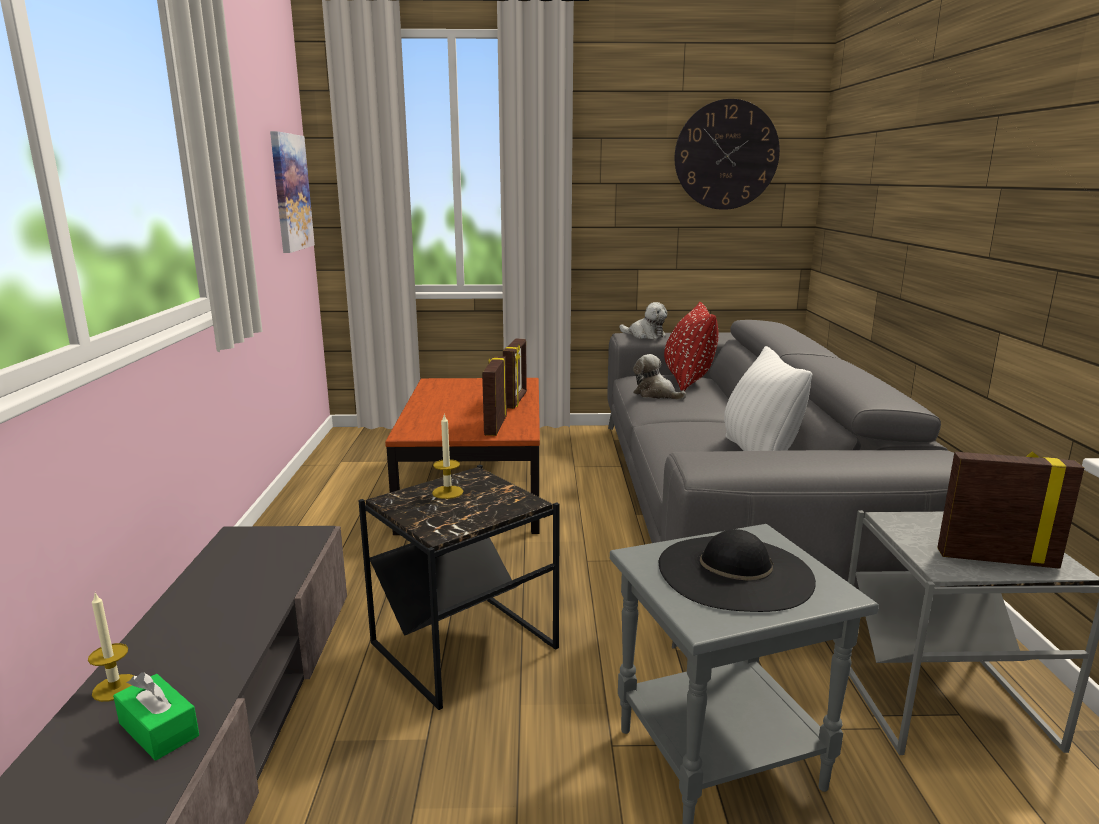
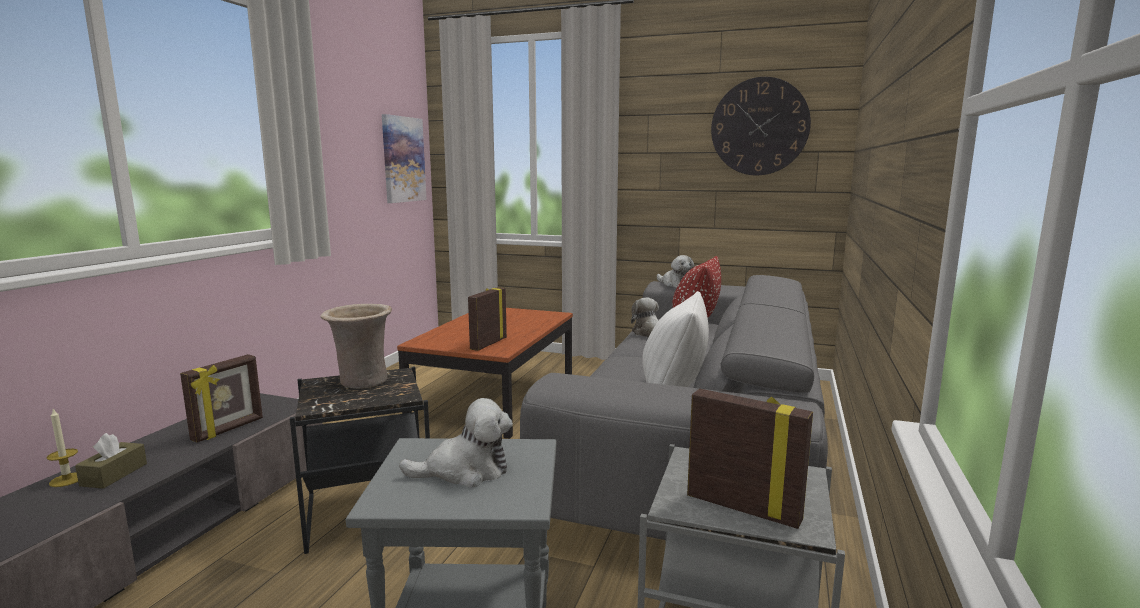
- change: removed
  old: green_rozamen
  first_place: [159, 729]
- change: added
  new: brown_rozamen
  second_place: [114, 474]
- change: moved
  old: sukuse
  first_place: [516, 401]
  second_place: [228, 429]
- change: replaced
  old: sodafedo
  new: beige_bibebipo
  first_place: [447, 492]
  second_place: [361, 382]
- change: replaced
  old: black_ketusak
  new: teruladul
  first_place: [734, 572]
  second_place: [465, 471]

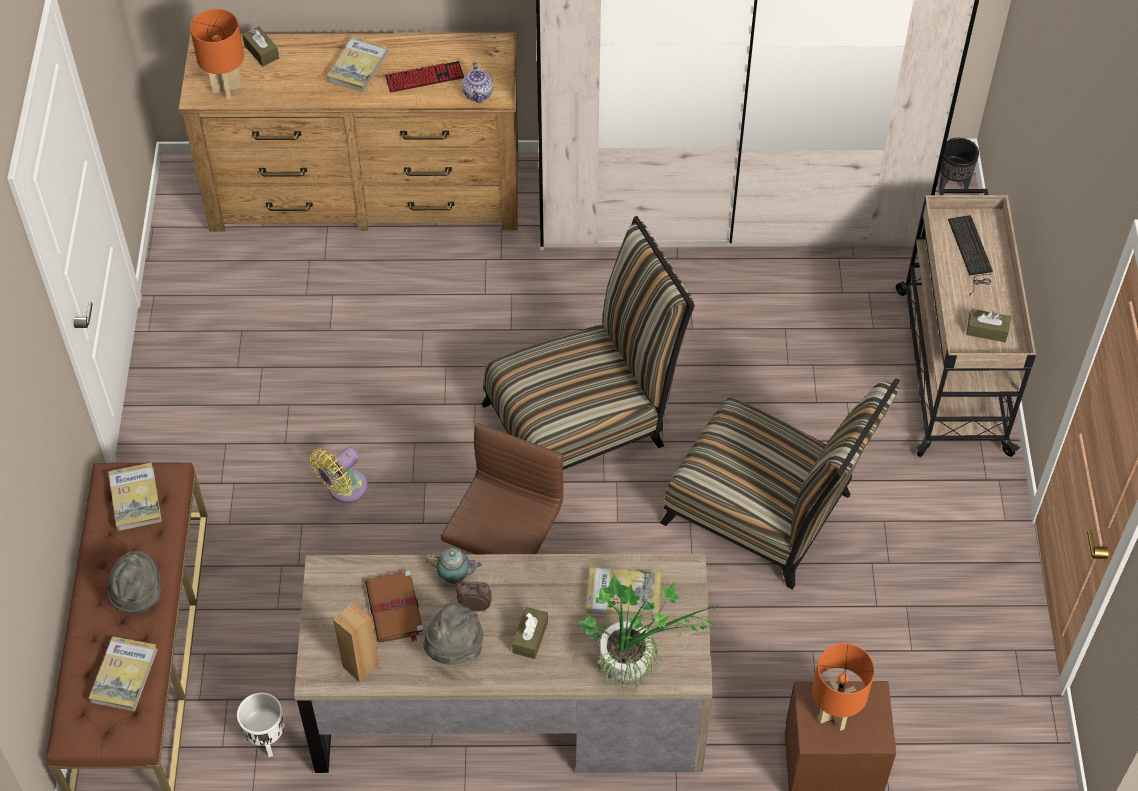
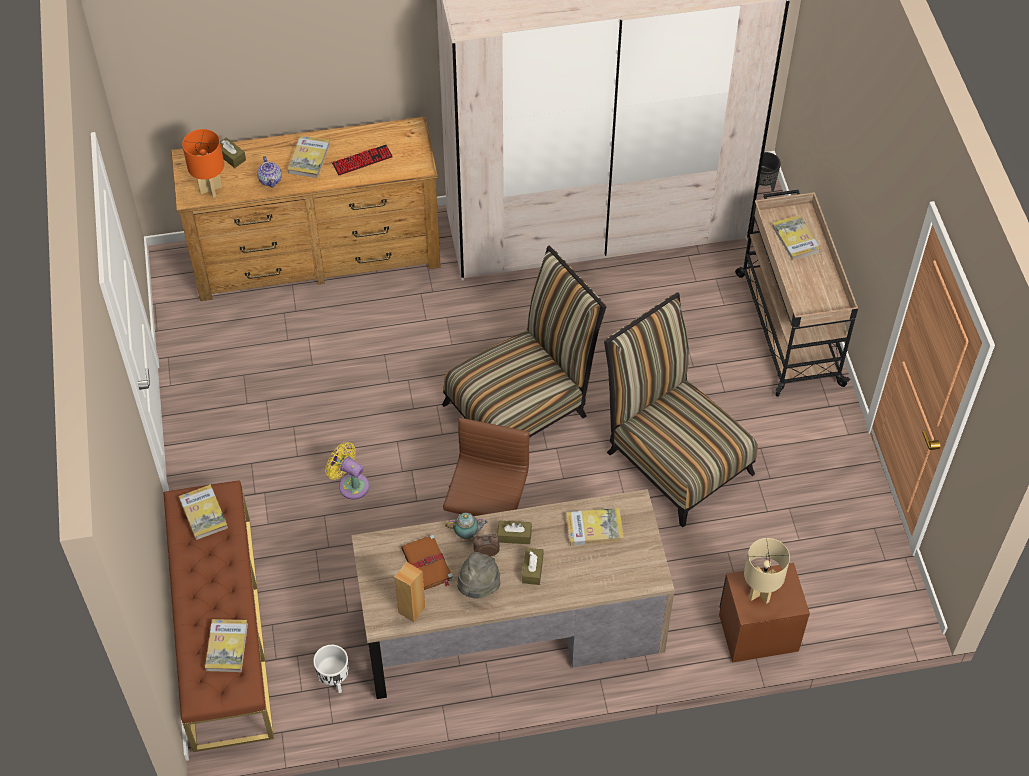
- change: removed
  old: grey_ketusak
  first_place: [138, 594]
- change: removed
  old: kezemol
  first_place: [635, 662]
- change: moved
  old: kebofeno
  first_place: [478, 93]
  second_place: [270, 180]
- change: moved
  old: brown_rozamen
  first_place: [987, 330]
  second_place: [514, 536]
- change: replaced
  old: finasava
  new: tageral
  first_place: [971, 253]
  second_place: [795, 239]
- change: recoloured
  old: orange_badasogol
  new: beige_badasogol
  first_place: [834, 716]
  second_place: [760, 593]
- change: turned
  old: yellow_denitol
  first_place: [344, 489]
  second_place: [351, 484]
  degrees: 90
- change: turned
  old: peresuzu
  first_place: [767, 514]
  second_place: [674, 456]
  degrees: -150

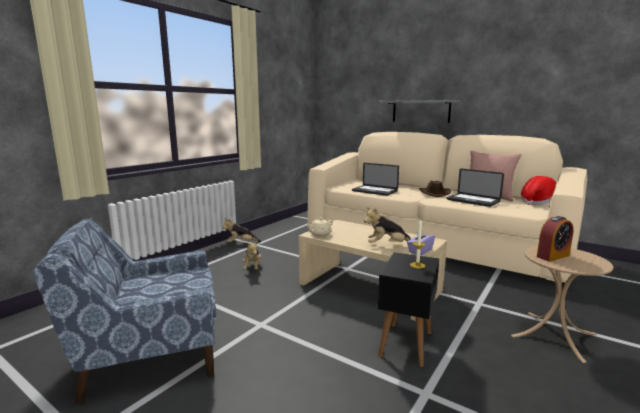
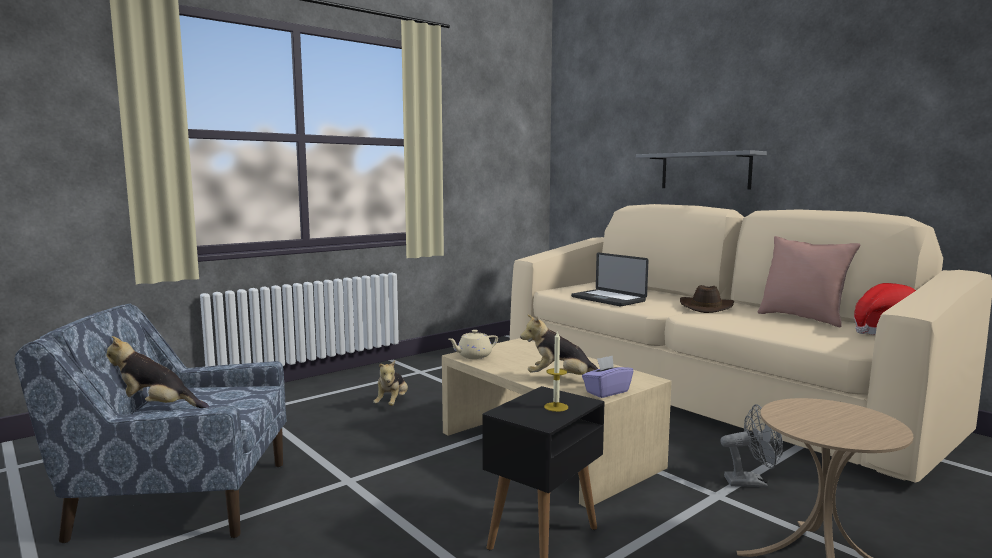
- change: removed
  old: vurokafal
  first_place: [473, 201]
- change: removed
  old: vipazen
  first_place: [553, 256]
- change: added
  new: grey_denitol
  second_place: [751, 482]
- change: moved
  old: teruladul
  first_place: [241, 243]
  second_place: [156, 408]

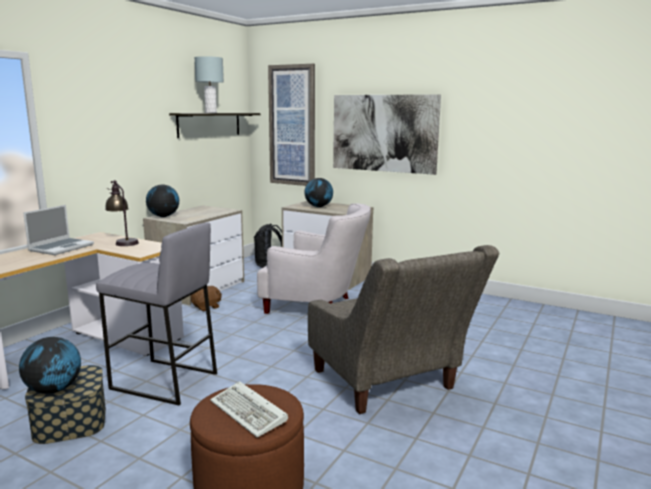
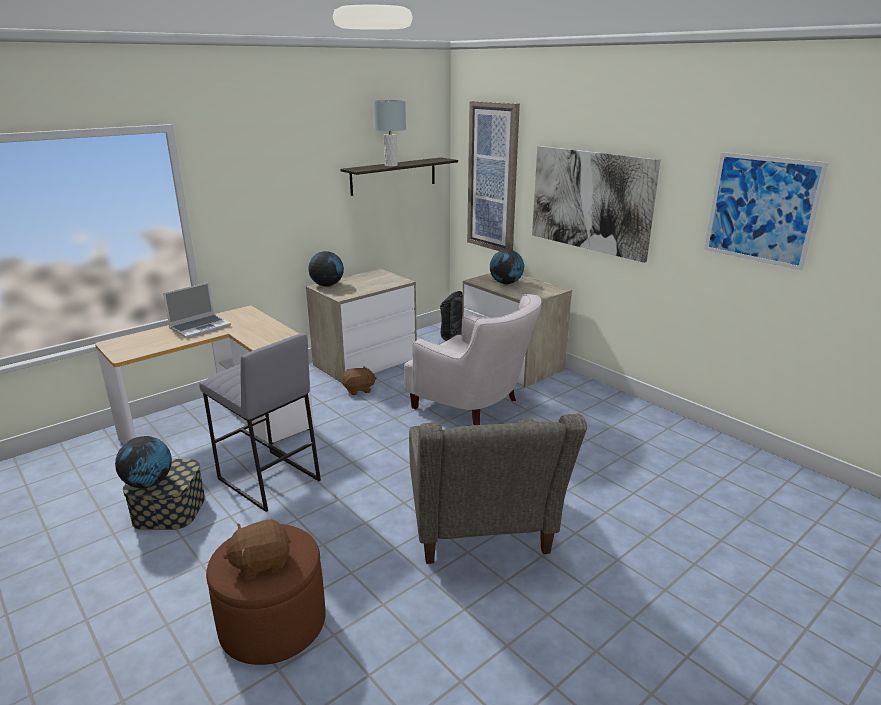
- change: removed
  old: badasogol
  first_place: [123, 242]
- change: added
  new: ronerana
  second_place: [761, 209]
- change: replaced
  old: finasava
  new: brown_teruladul
  first_place: [250, 412]
  second_place: [261, 562]

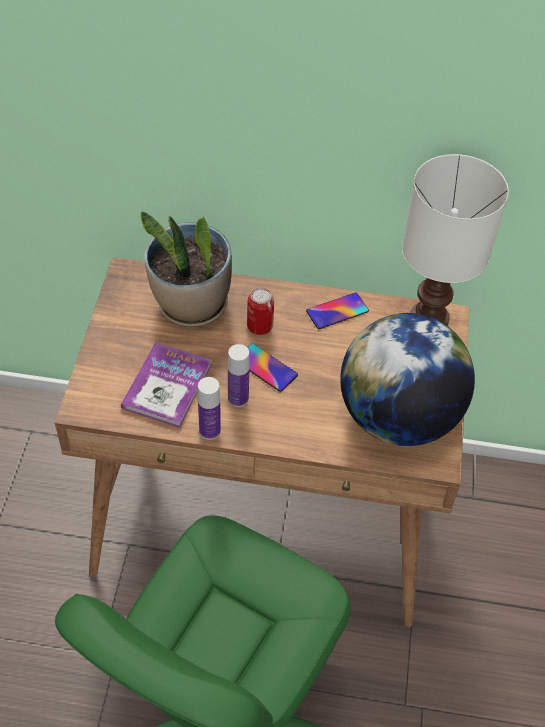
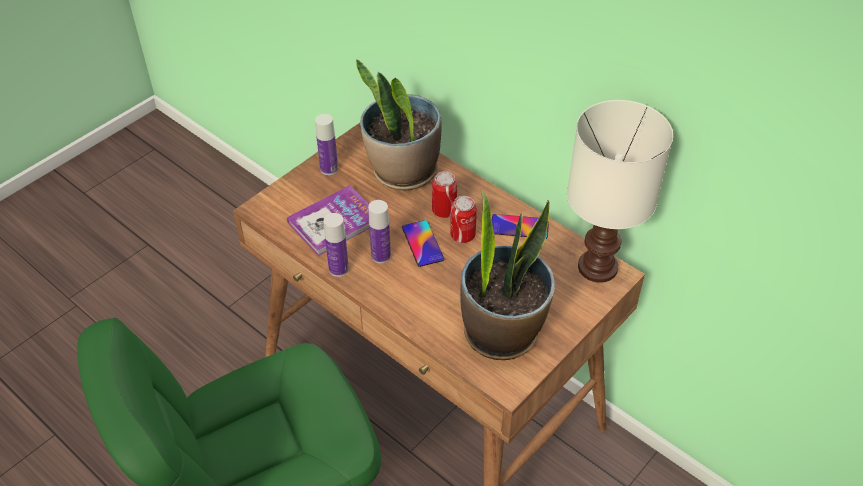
- change: added
  new: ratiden
  second_place: [329, 169]
- change: added
  new: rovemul
  second_place: [462, 235]
- change: replaced
  old: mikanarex
  new: kezemol
  first_place: [398, 417]
  second_place: [501, 332]

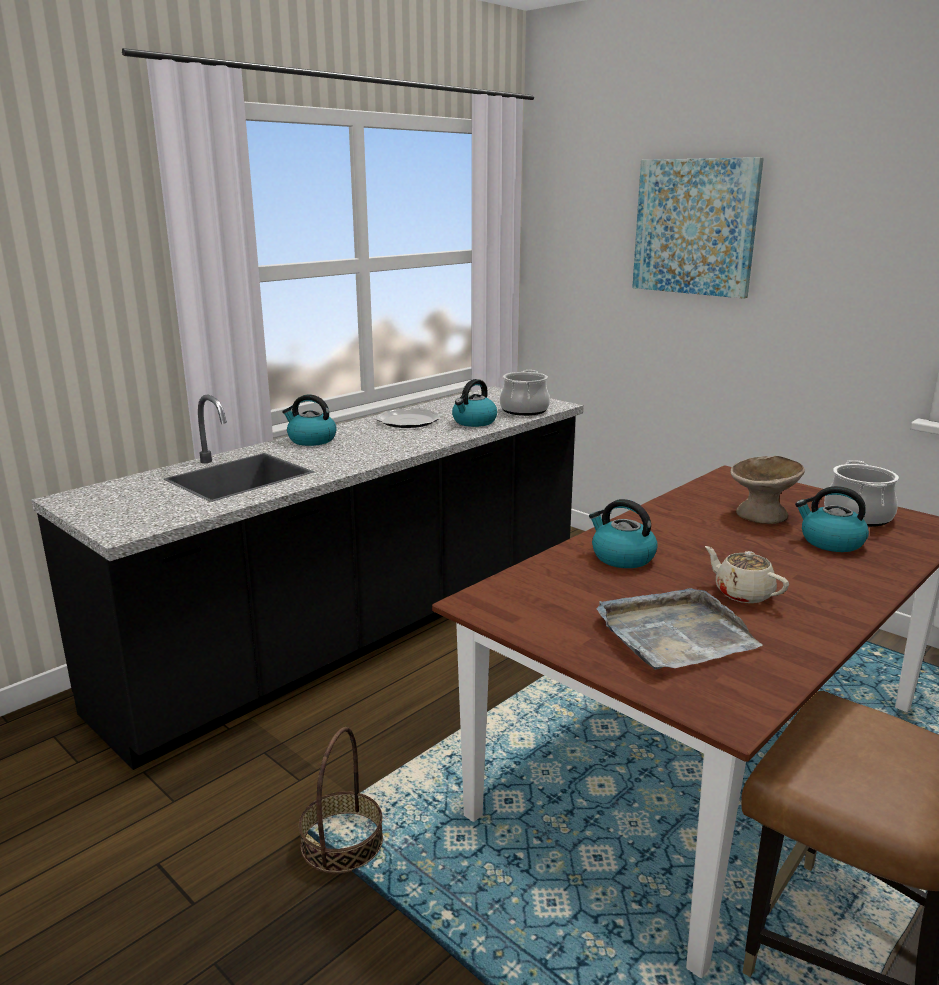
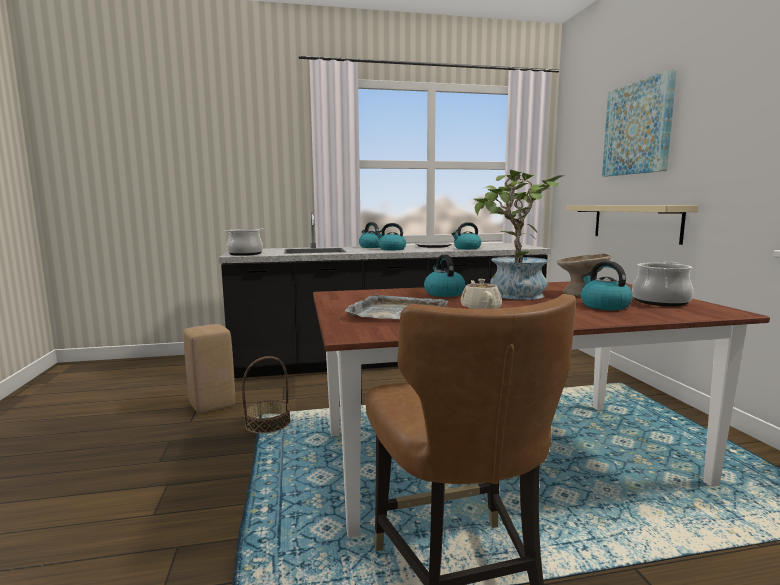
- change: added
  new: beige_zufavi
  second_place: [211, 405]
- change: added
  new: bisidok
  second_place: [391, 249]
- change: added
  new: kezemol
  second_place: [512, 295]
- change: added
  new: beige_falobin
  second_place: [635, 222]
- change: moved
  old: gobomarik
  first_place: [524, 410]
  second_place: [245, 254]

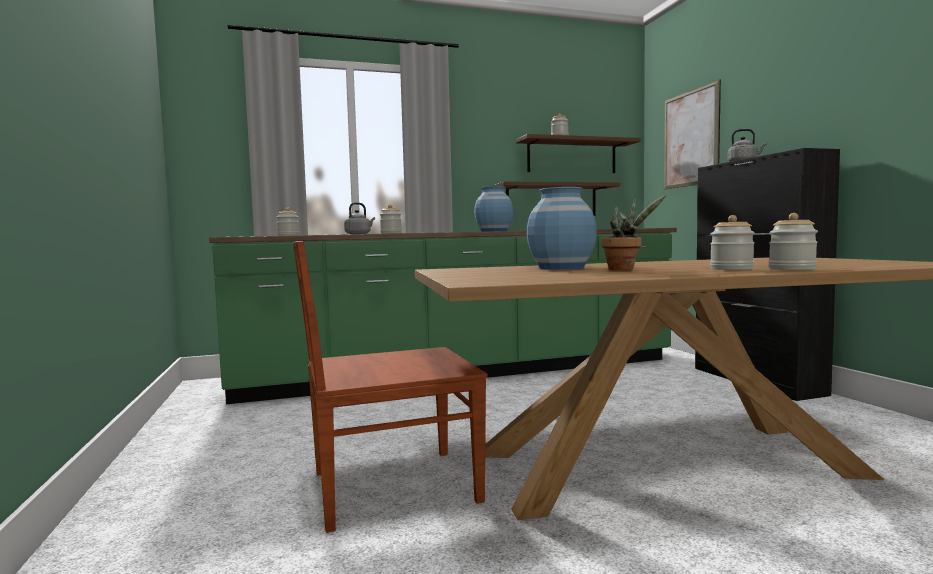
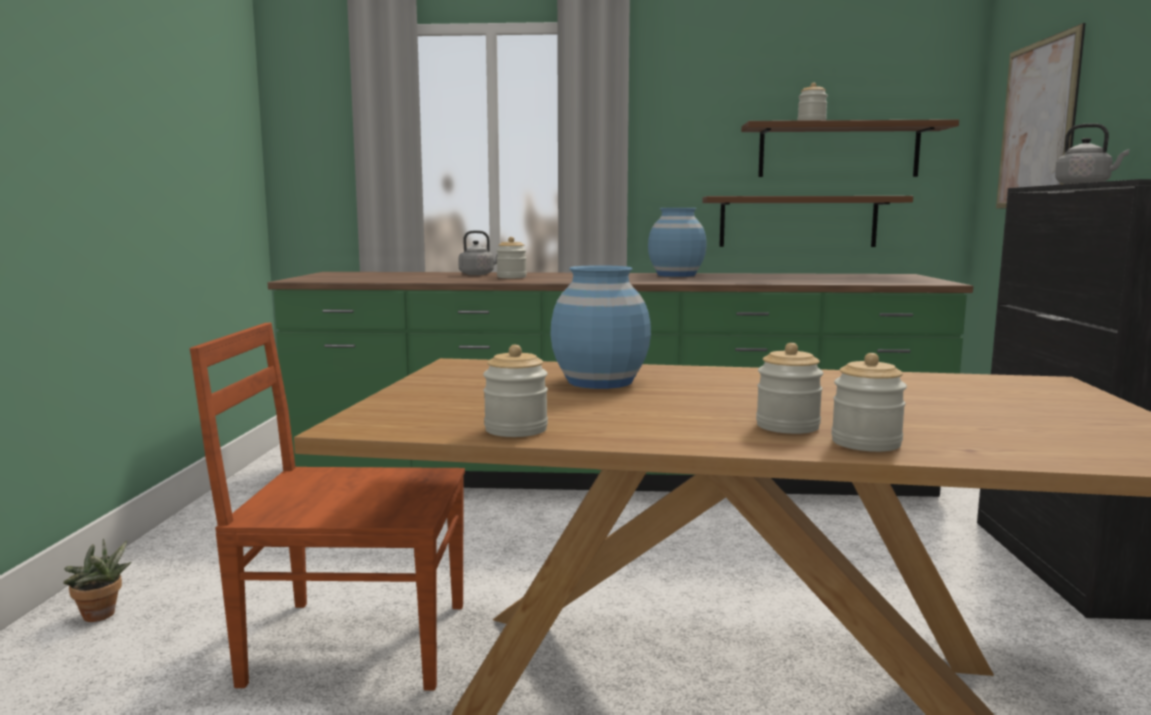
- change: moved
  old: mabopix
  first_place: [288, 236]
  second_place: [516, 429]
- change: moved
  old: kezemol
  first_place: [625, 269]
  second_place: [101, 616]

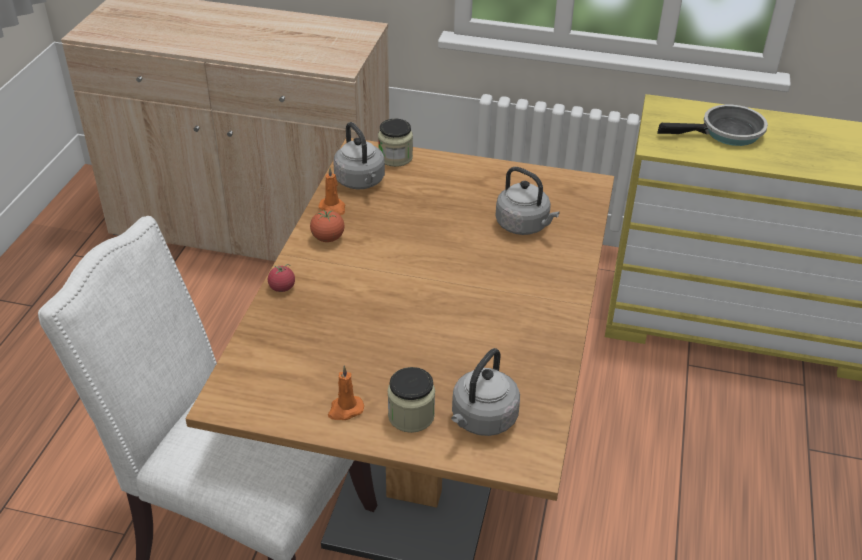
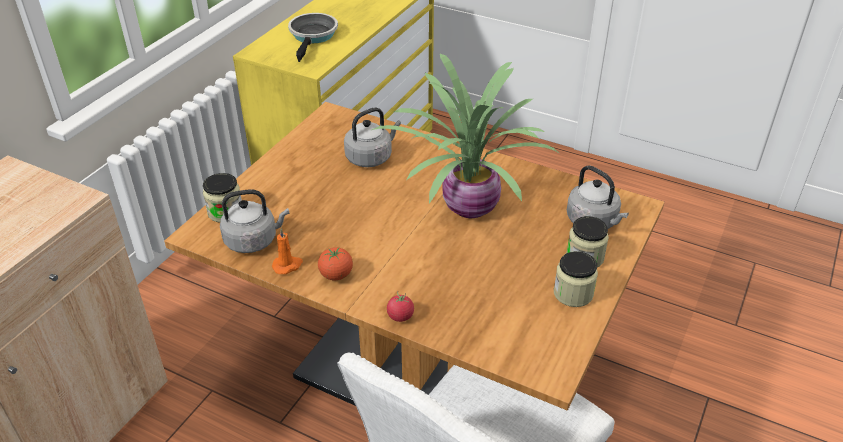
- change: added
  new: kezemol
  second_place: [468, 205]
- change: replaced
  old: orange_sodafedo
  new: mabopix
  first_place: [345, 409]
  second_place: [573, 293]

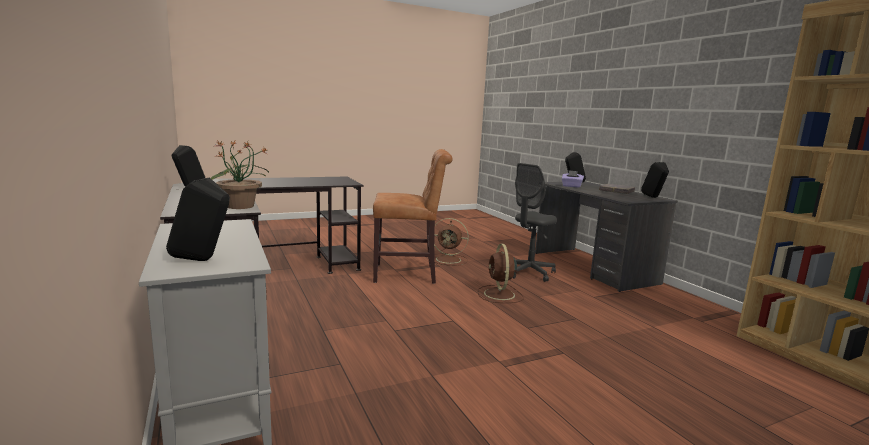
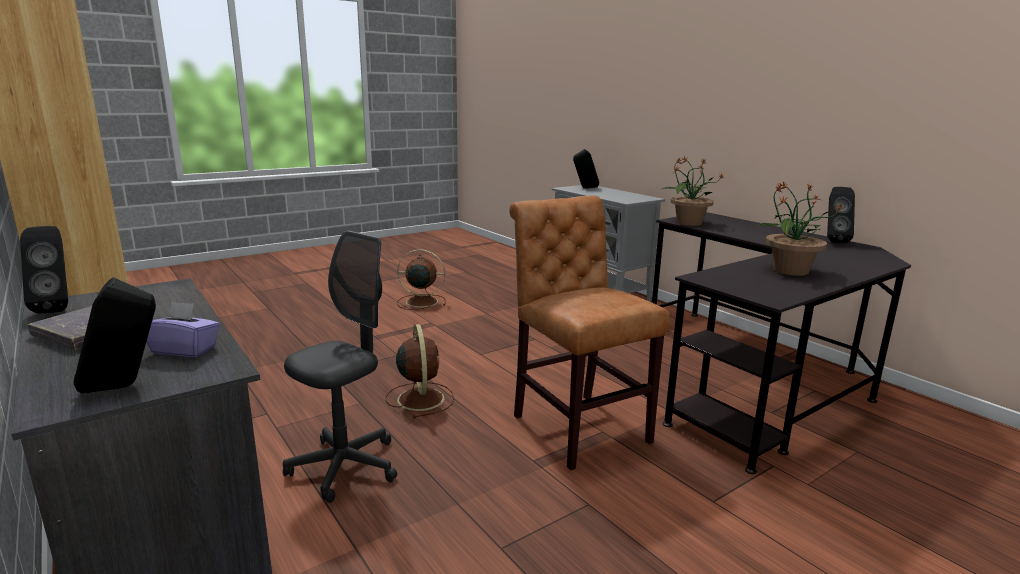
- change: added
  new: kezemol
  second_place: [789, 270]
- change: moved
  old: brown_denitol
  first_place: [449, 260]
  second_place: [420, 302]
- change: turned
  old: brown_peresuzu
  first_place: [409, 274]
  second_place: [576, 425]
  degrees: 75

